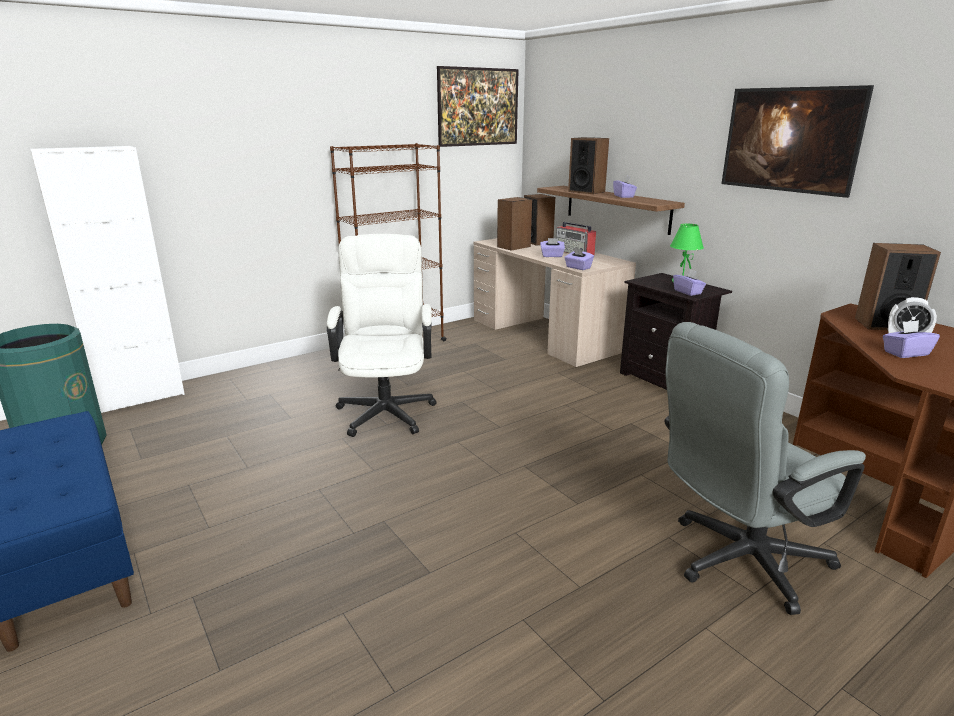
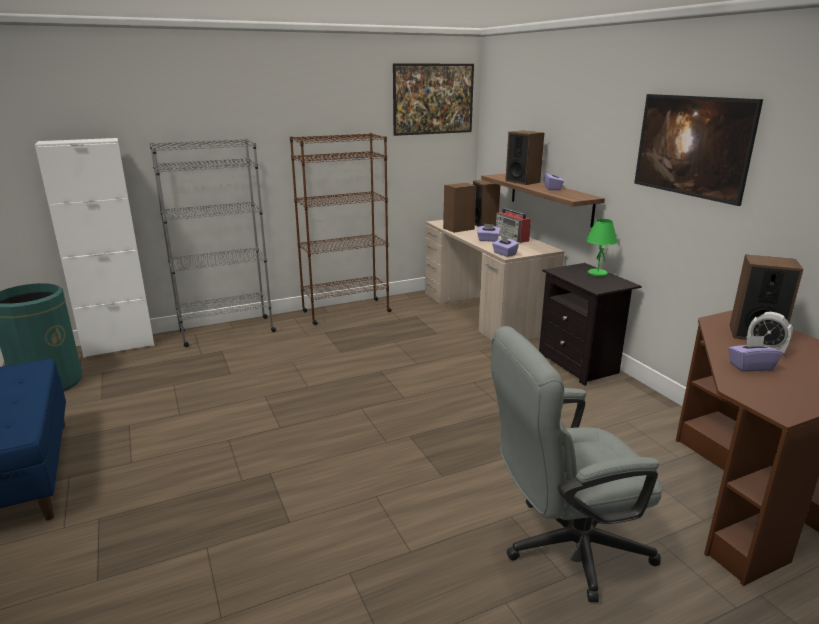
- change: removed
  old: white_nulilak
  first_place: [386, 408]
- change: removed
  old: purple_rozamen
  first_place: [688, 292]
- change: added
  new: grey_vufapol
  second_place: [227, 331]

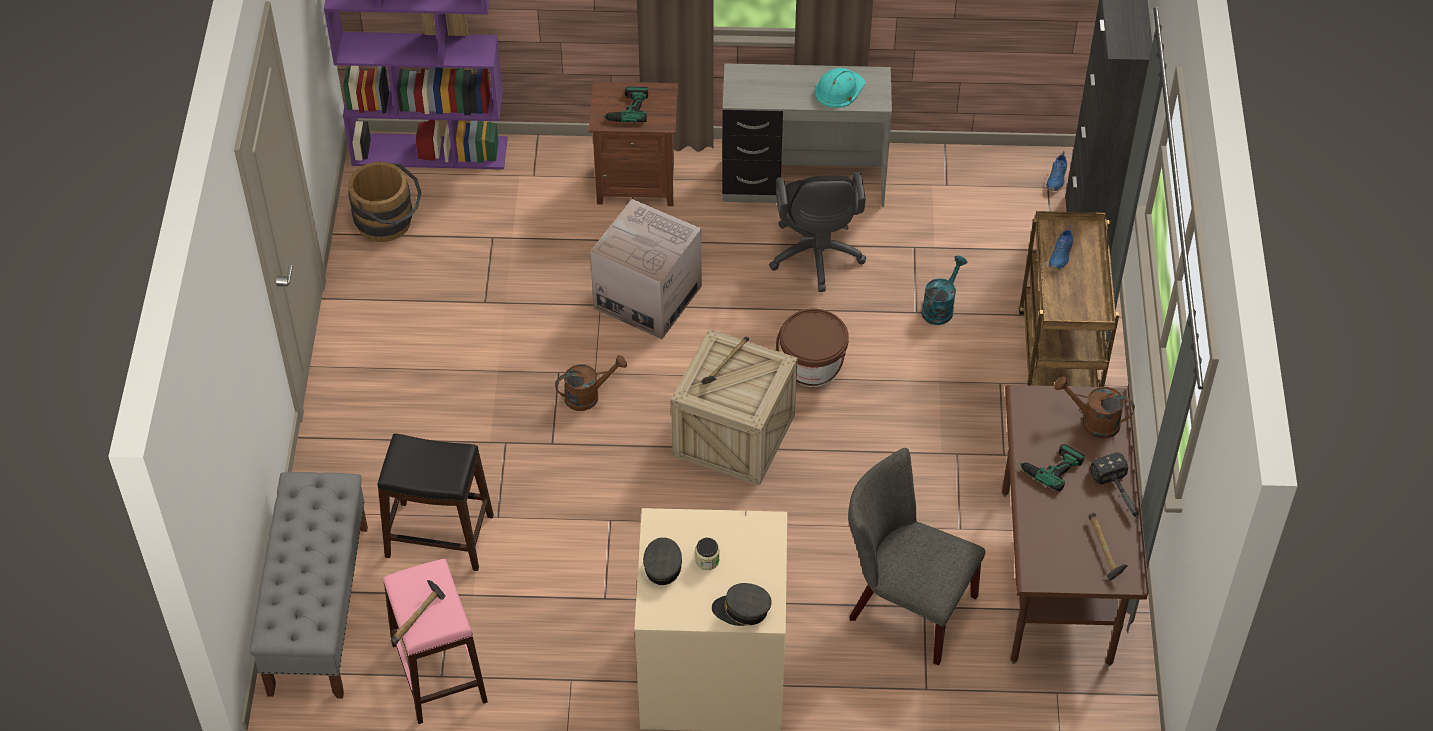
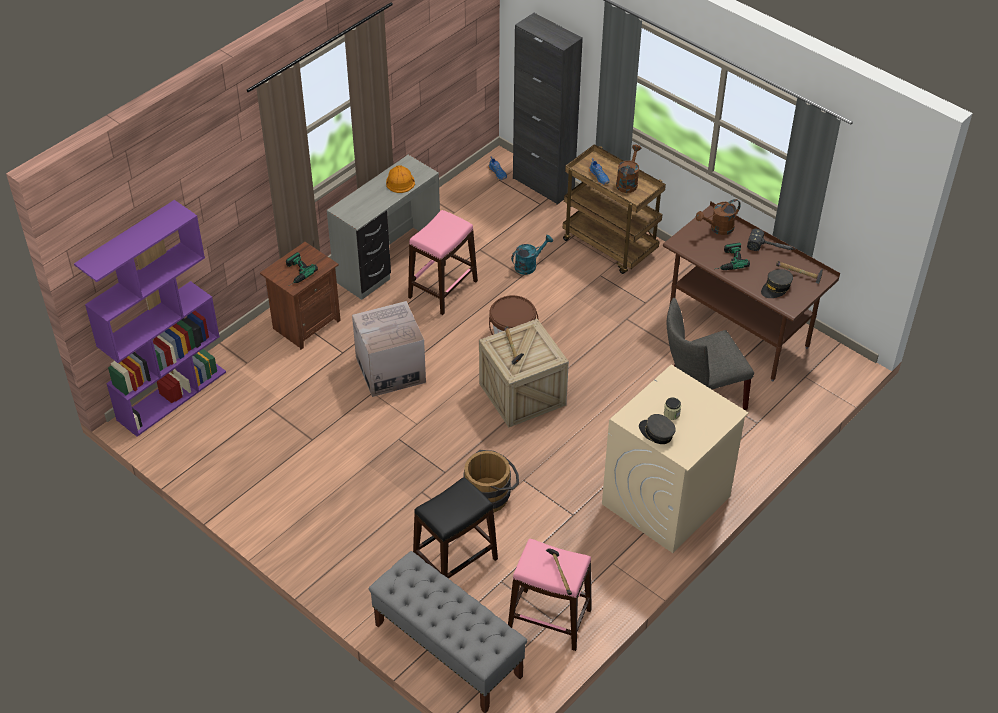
- change: moved
  old: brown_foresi
  first_place: [389, 223]
  second_place: [491, 494]
- change: moved
  old: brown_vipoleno
  first_place: [588, 395]
  second_place: [627, 182]
- change: moved
  old: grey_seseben
  first_place: [742, 610]
  second_place: [776, 288]
- change: replaced
  old: black_nulilak
  new: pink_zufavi
  first_place: [816, 258]
  second_place: [443, 289]
- change: recoloured
  old: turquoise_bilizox
  new: orange_bilizox
  first_place: [839, 89]
  second_place: [399, 180]
- change: turned
  old: turquoise_vipoleno
  first_place: [940, 307]
  second_place: [529, 265]
  degrees: 75

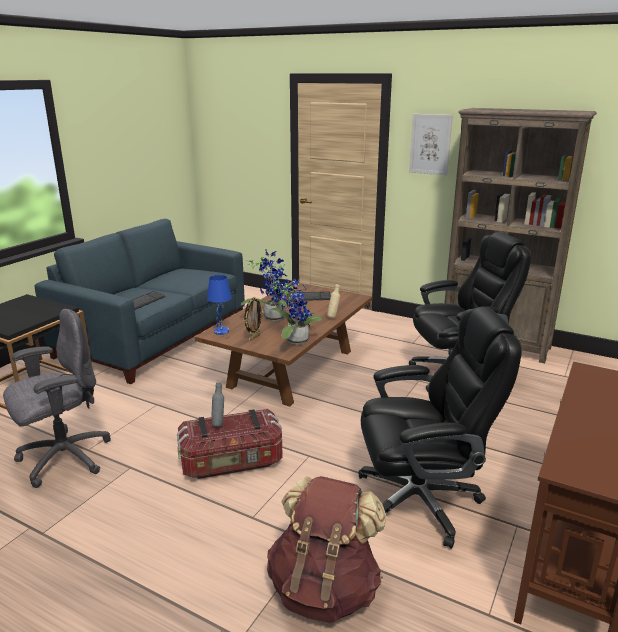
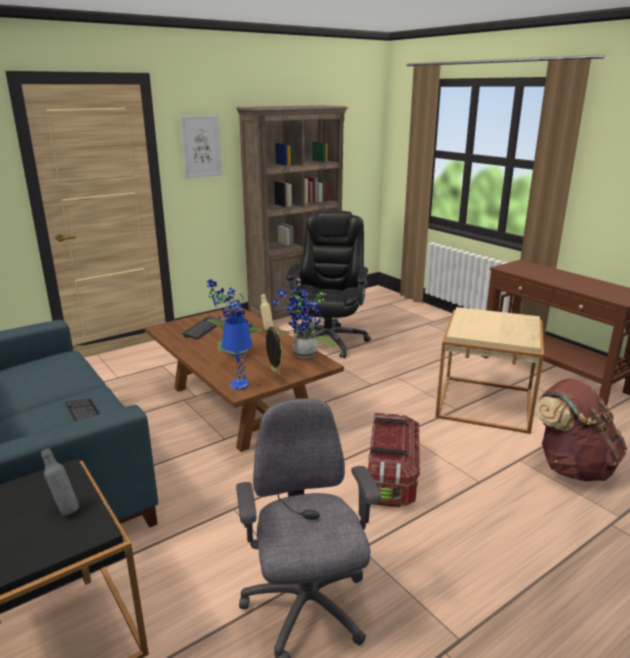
- change: moved
  old: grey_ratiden
  first_place: [218, 424]
  second_place: [65, 510]
- change: replaced
  old: black_nulilak
  new: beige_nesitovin
  first_place: [420, 501]
  second_place: [485, 403]

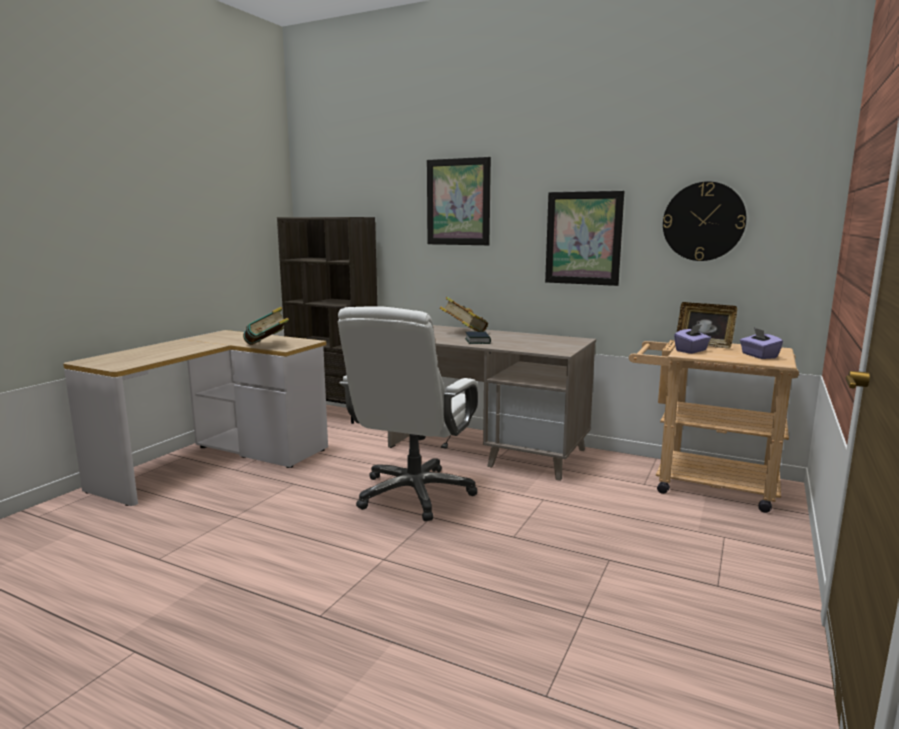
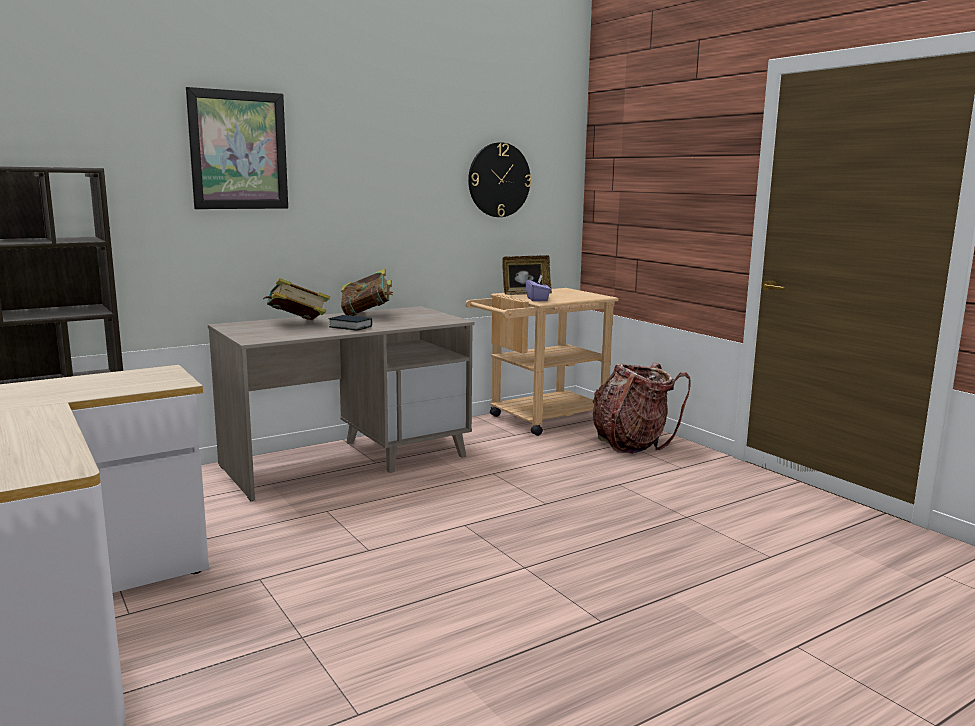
- change: removed
  old: white_nulilak
  first_place: [414, 494]
- change: removed
  old: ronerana
  first_place: [583, 238]
- change: removed
  old: purple_rozamen
  first_place: [758, 356]
- change: added
  new: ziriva
  second_place: [632, 443]
- change: moved
  old: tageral
  first_place: [267, 346]
  second_place: [367, 315]

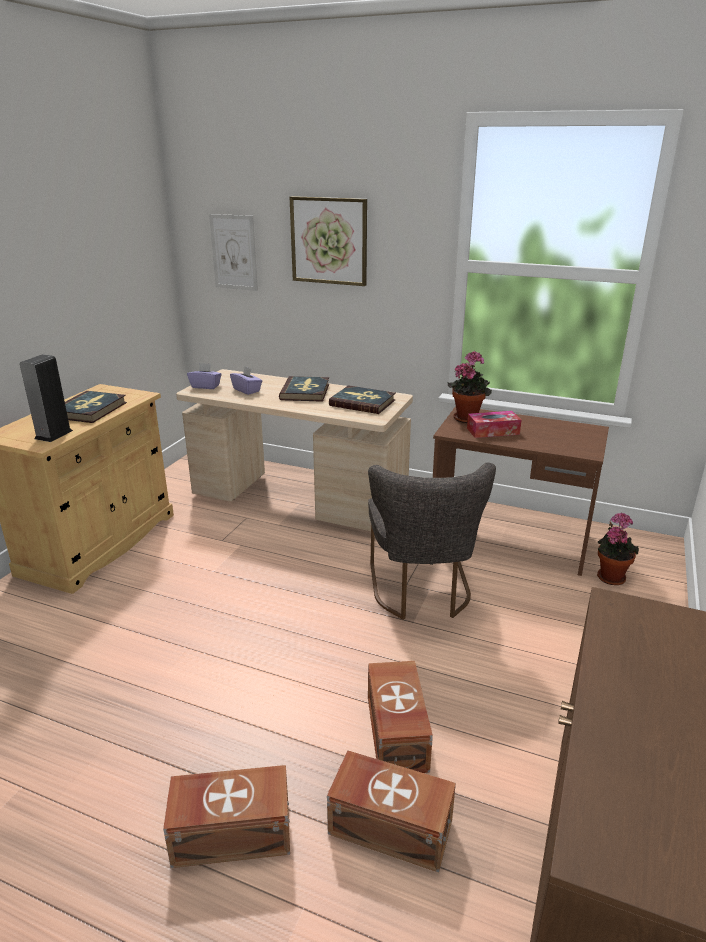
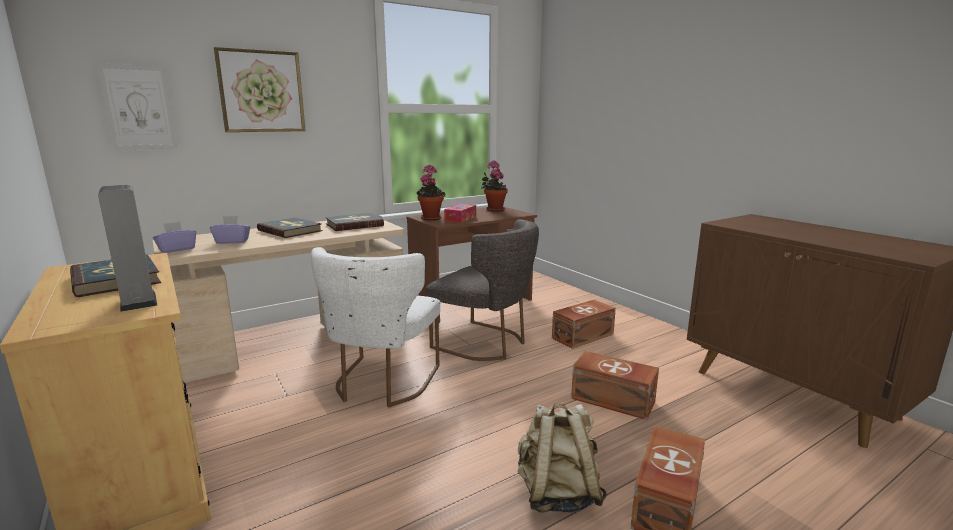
- change: added
  new: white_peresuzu
  second_place: [382, 384]
- change: added
  new: beige_ziriva
  second_place: [557, 494]
- change: moved
  old: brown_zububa
  first_place: [389, 825]
  second_place: [581, 336]
- change: moved
  old: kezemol
  first_place: [610, 576]
  second_place: [494, 209]

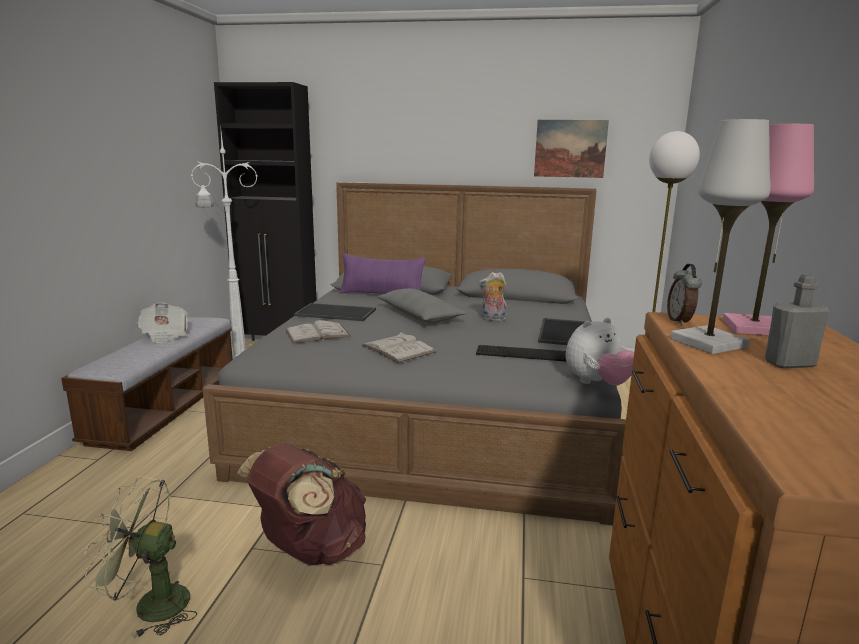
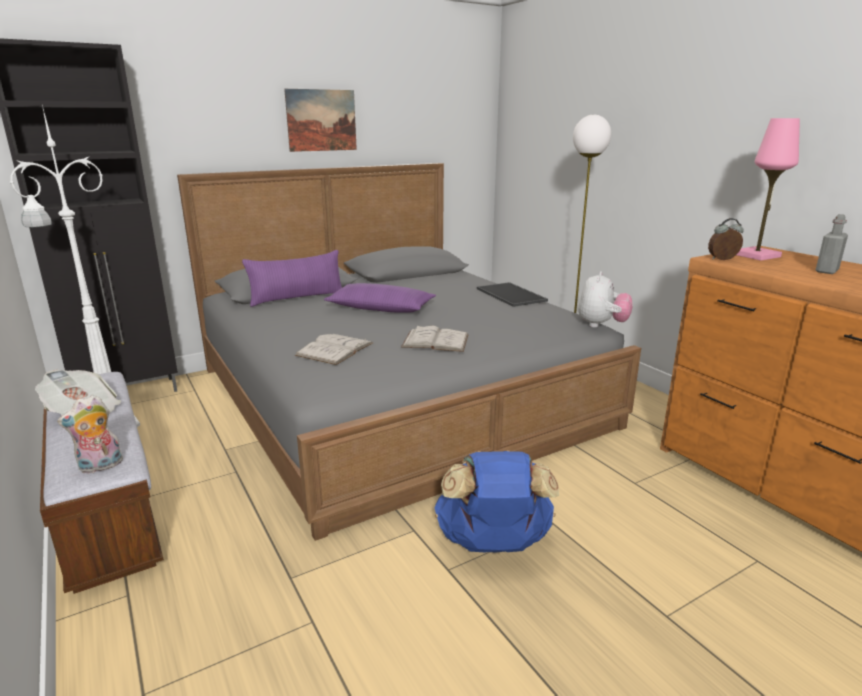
- change: removed
  old: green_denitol
  first_place: [150, 605]
- change: removed
  old: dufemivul
  first_place: [337, 312]
- change: removed
  old: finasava
  first_place: [522, 353]
- change: removed
  old: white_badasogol
  first_place: [708, 343]
- change: moved
  old: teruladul
  first_place: [492, 319]
  second_place: [100, 467]
- change: moved
  old: ronerana
  first_place: [570, 148]
  second_place: [321, 120]
- change: recoloured
  old: brown_ziriva
  new: blue_ziriva
  first_place: [310, 550]
  second_place: [493, 544]
- change: recoloured
  old: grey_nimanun
  new: purple_nimanun
  first_place: [419, 315]
  second_place: [380, 308]
- change: turned
  old: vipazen
  first_place: [680, 321]
  second_place: [723, 259]
  degrees: 120

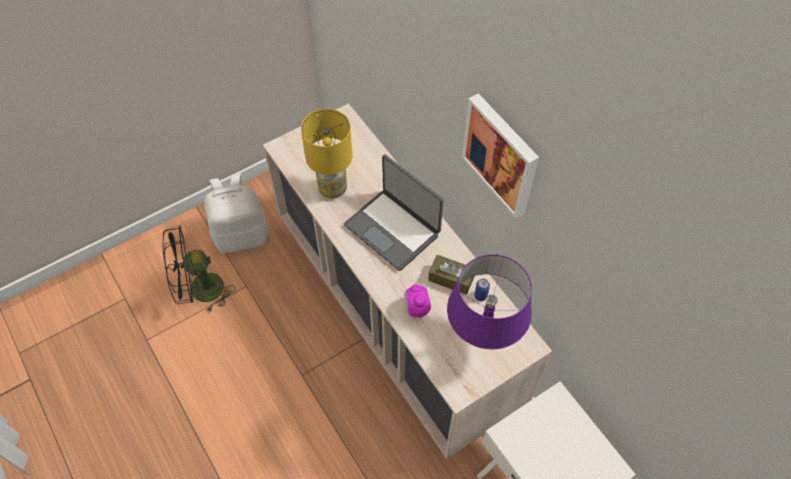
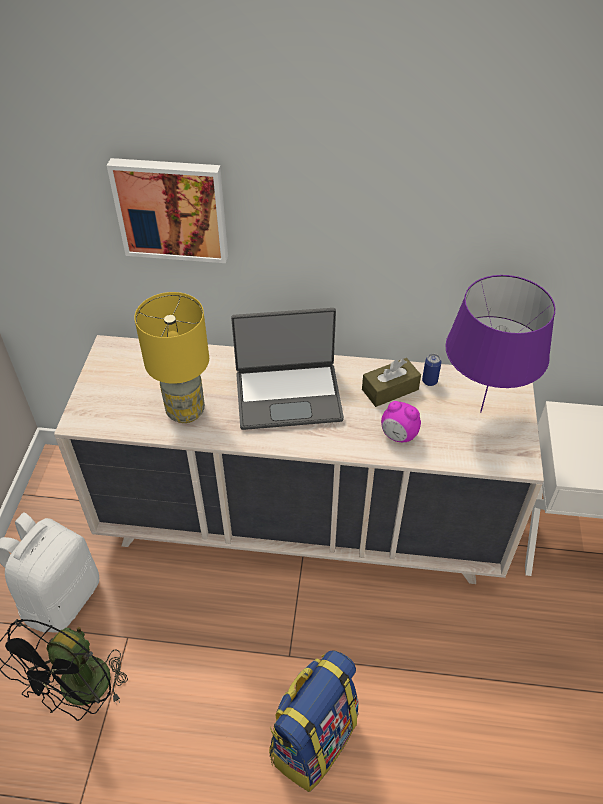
- change: added
  new: ziriva
  second_place: [312, 739]
- change: moved
  old: ronerana
  first_place: [502, 154]
  second_place: [172, 209]

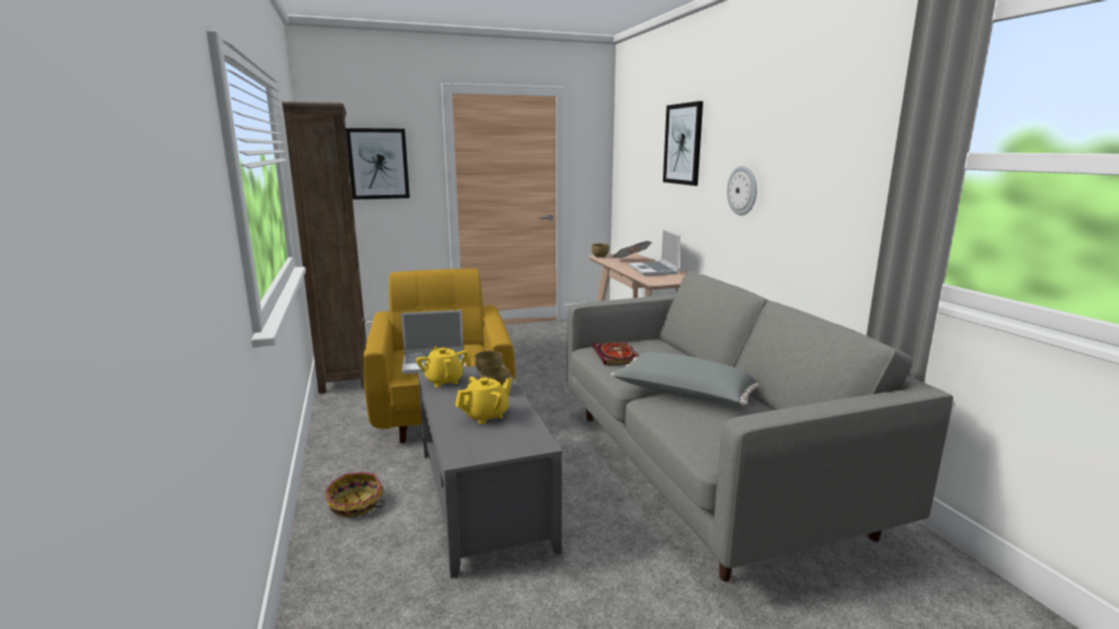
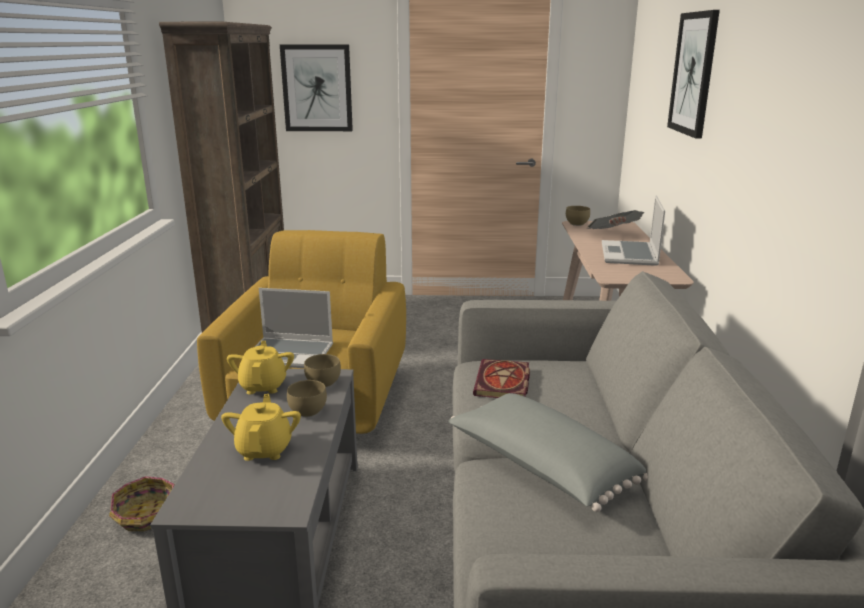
- change: removed
  old: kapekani
  first_place: [743, 190]
- change: turned
  old: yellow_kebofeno
  first_place: [486, 415]
  second_place: [264, 449]
  degrees: -75

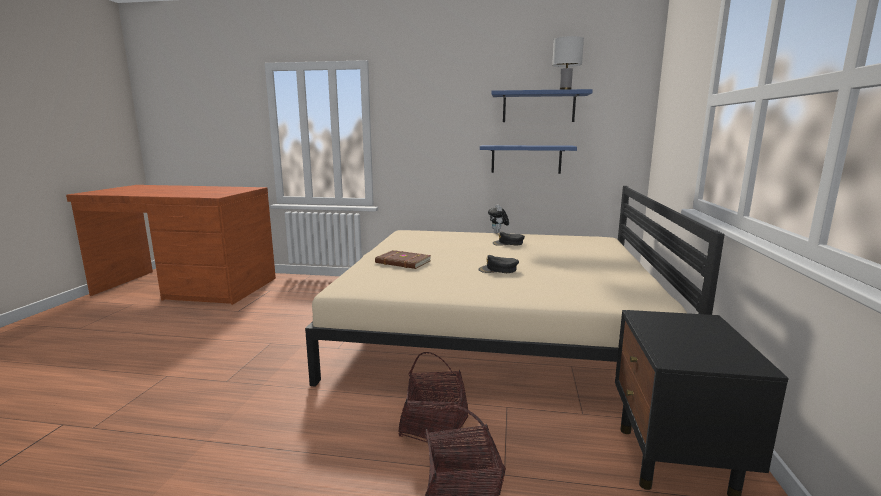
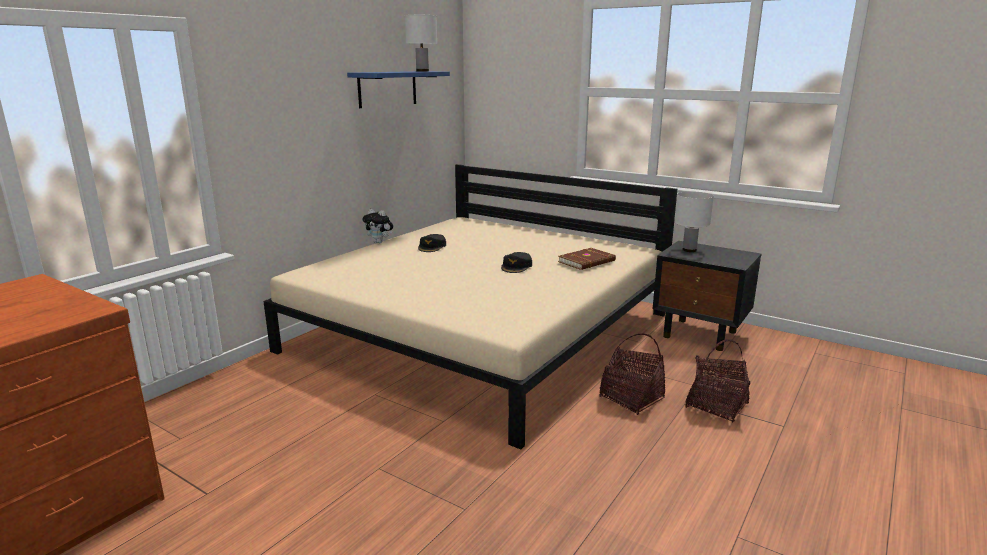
- change: removed
  old: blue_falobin
  first_place: [526, 159]
- change: added
  new: white_badasogol
  second_place: [689, 250]
- change: moved
  old: brown_tageral
  first_place: [403, 262]
  second_place: [587, 261]

